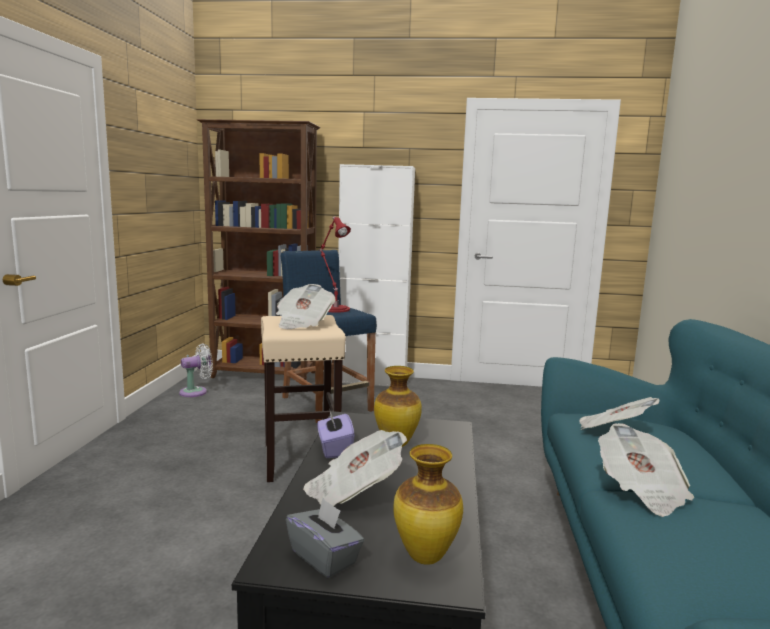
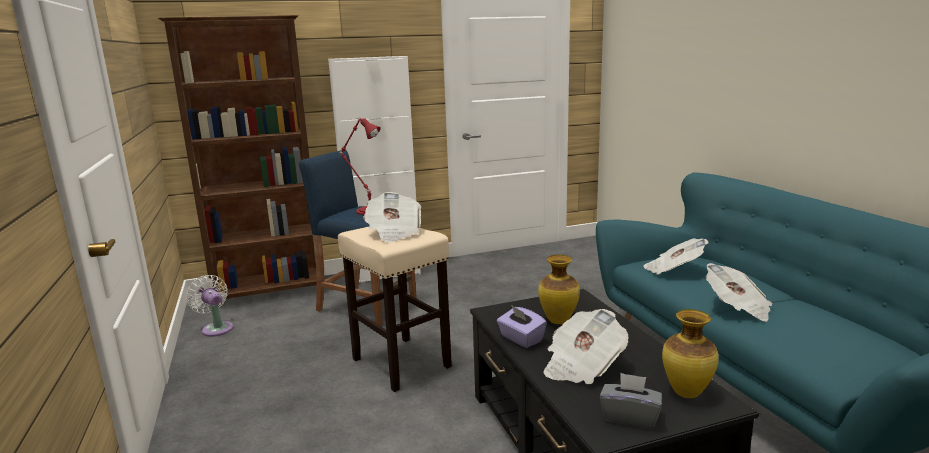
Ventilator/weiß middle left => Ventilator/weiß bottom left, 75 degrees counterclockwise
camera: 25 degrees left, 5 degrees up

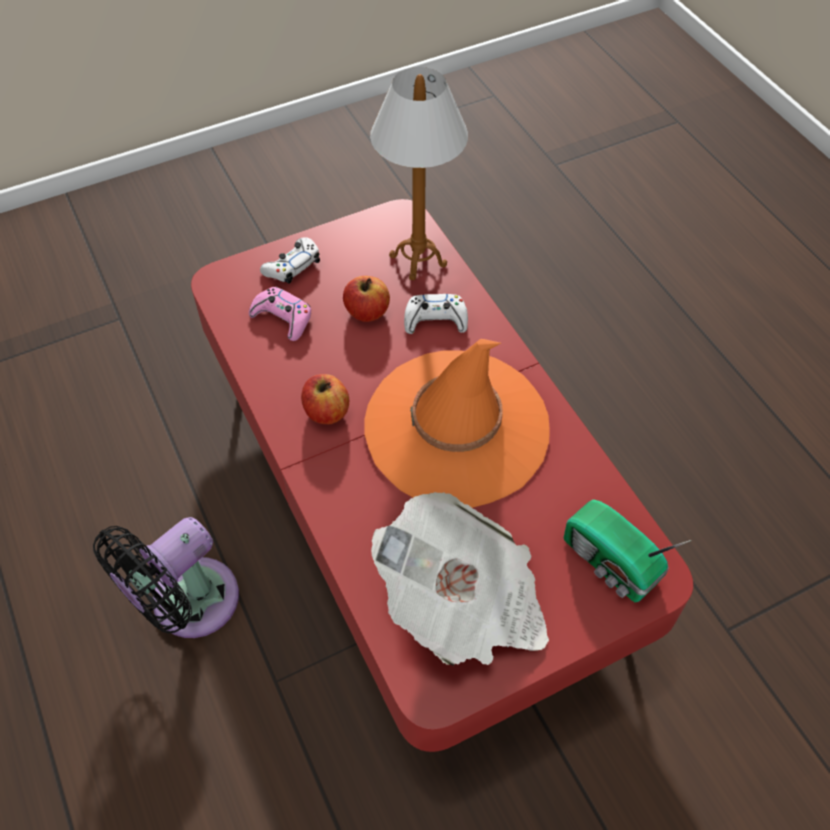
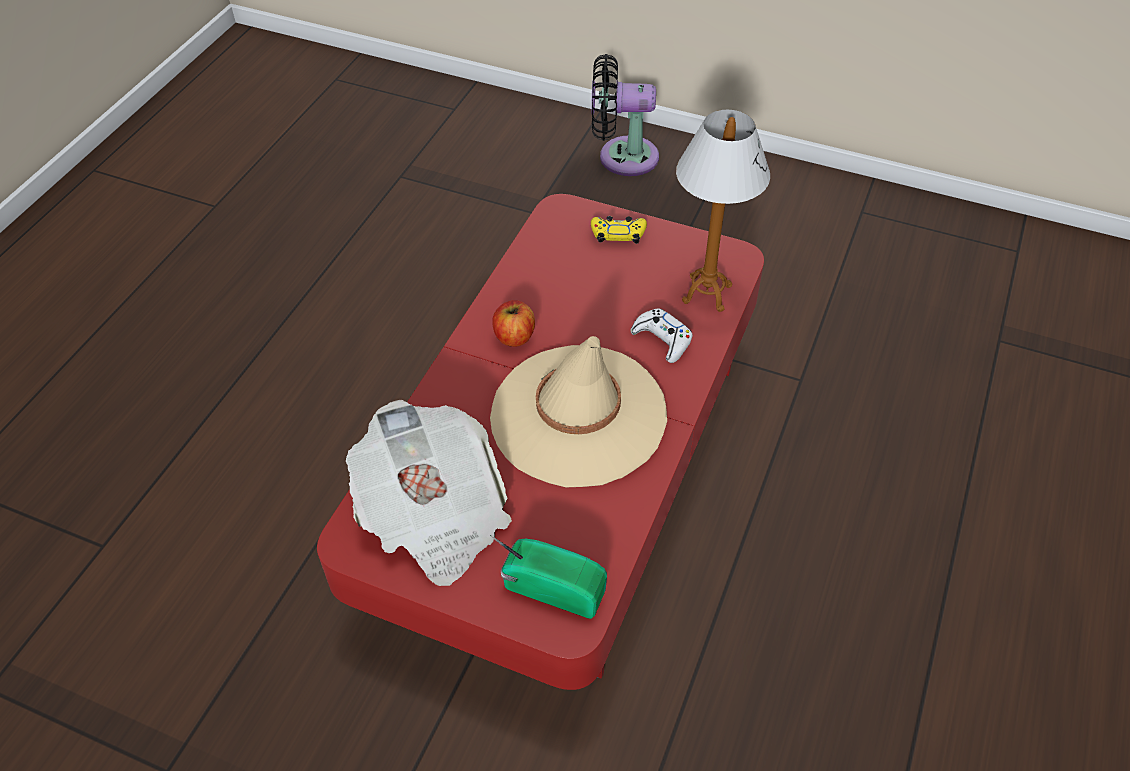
Gamepad/rosa centre => nothing
Apfel (2nd from left) centre => nothing
Ventilator/schwarz bottom left => Ventilator/schwarz top centre, move
Gamepad/weiß (1st from left) top centre => Gamepad/gelb top centre
Hut/orange centre => Hut/beige centre
Radio middle right => Radio bottom centre, 105 degrees clockwise
camera: 50 degrees right, 5 degrees down

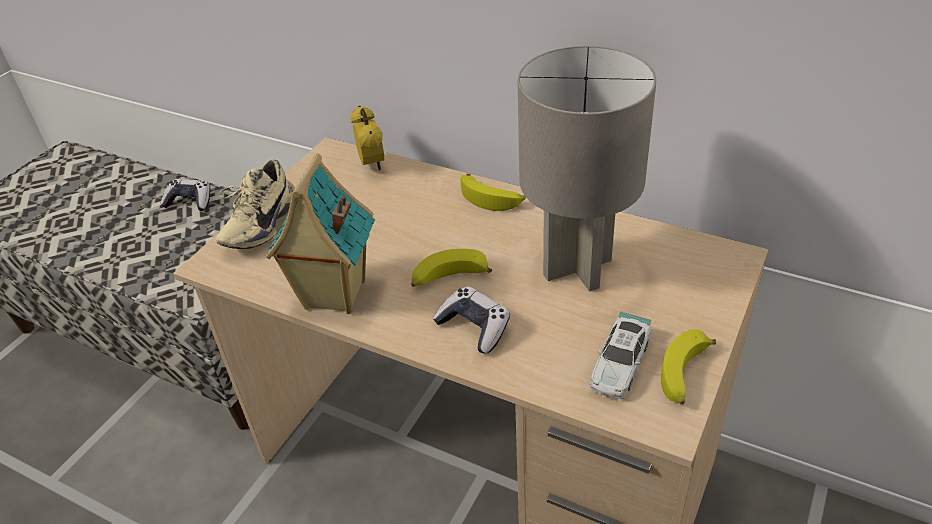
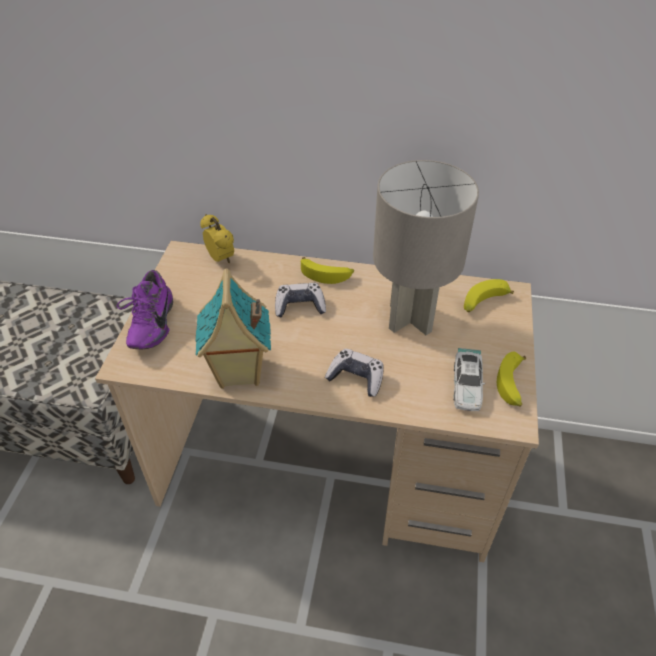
Gamepad (1st from left) middle left => Gamepad (1st from left) centre, move
Banane (1st from left in the first image) centre => Banane (2nd from left) middle right, move
Schuh/beige middle left => Schuh/lila middle left
camera: 20 degrees left, 5 degrees up

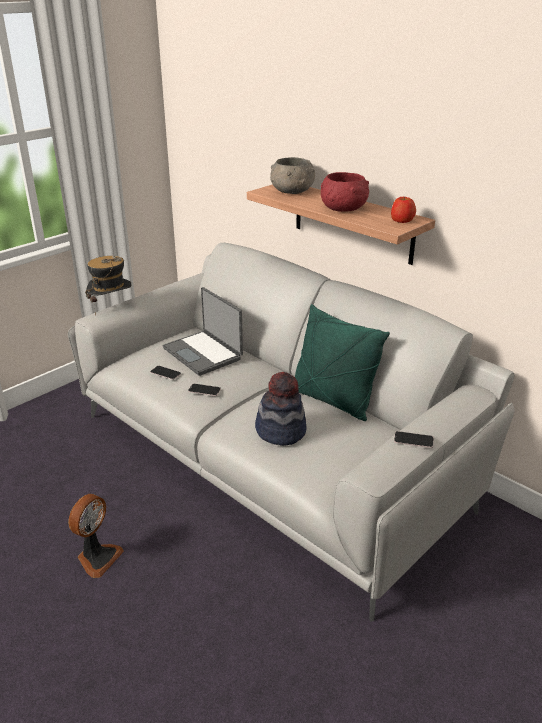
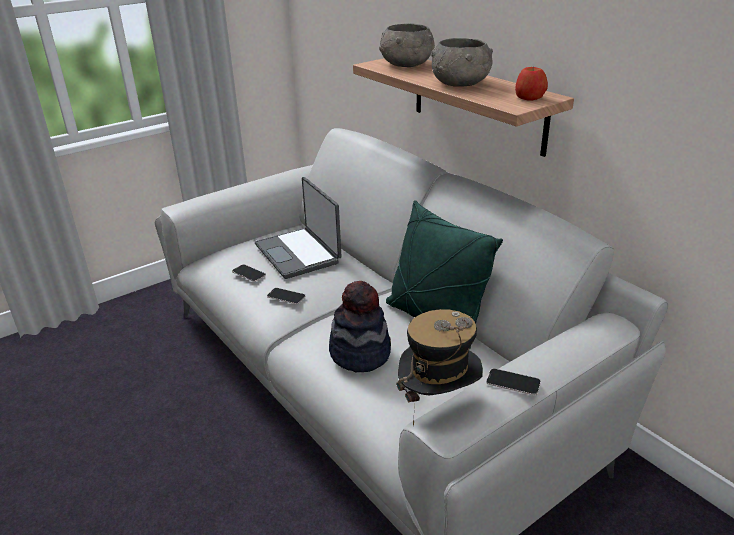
Ventilator bottom left => nothing
Hut (1st from left in the first image) middle left => Hut (2nd from left) bottom centre, move
Schüssel/rot top centre => Schüssel/grau (2nd from left) top centre
camera: 10 degrees right, 0 degrees up

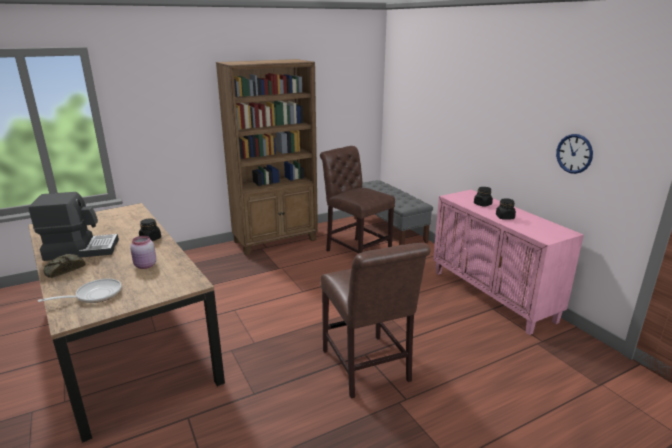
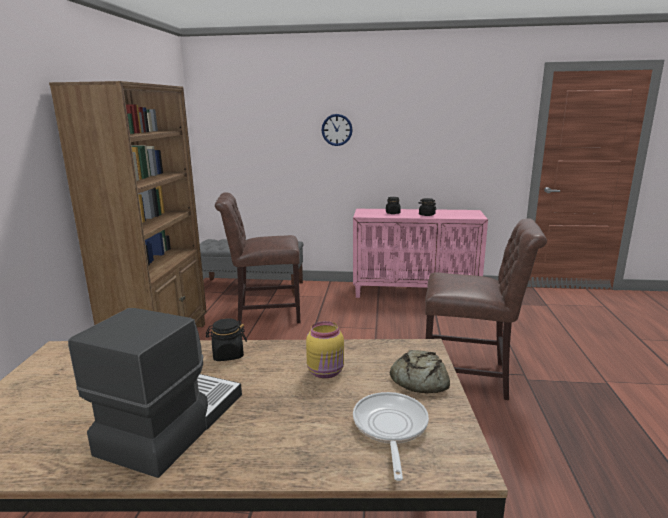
Brot middle left => Brot bottom centre, move
Wanduhr middle right => Wanduhr top centre, move
Vorratsglas/rosa middle left => Vorratsglas/gelb bottom centre
camera: 55 degrees left, 5 degrees down

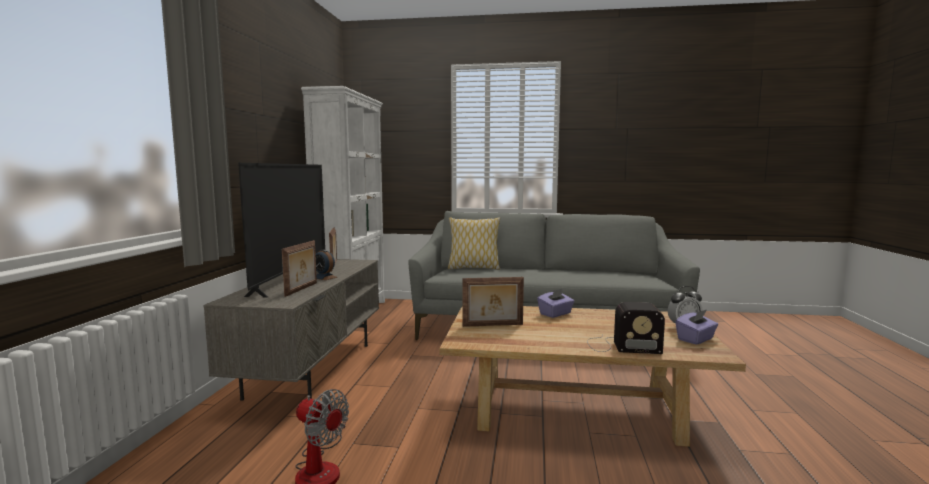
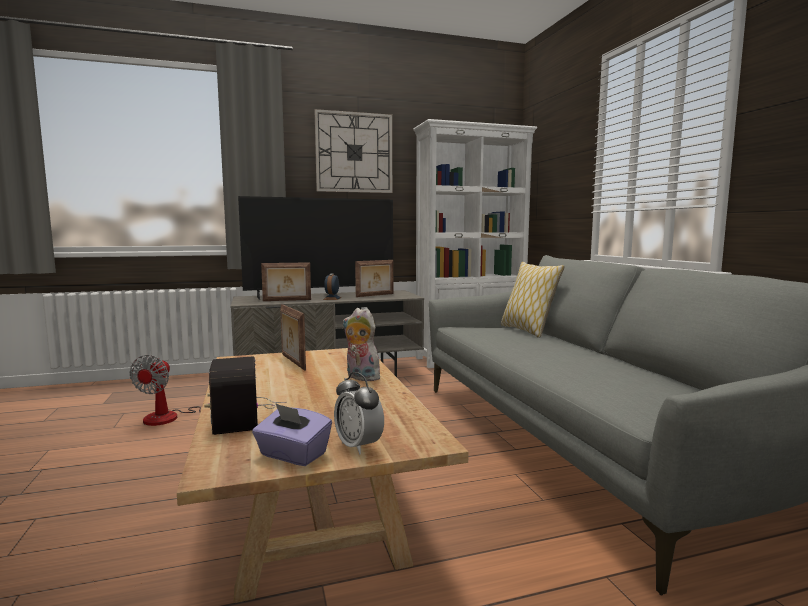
nothing => Wanduhr top centre
Taschentuchbox/lila (1st from left) centre => Plüschtier centre
camera: 65 degrees right, 0 degrees up

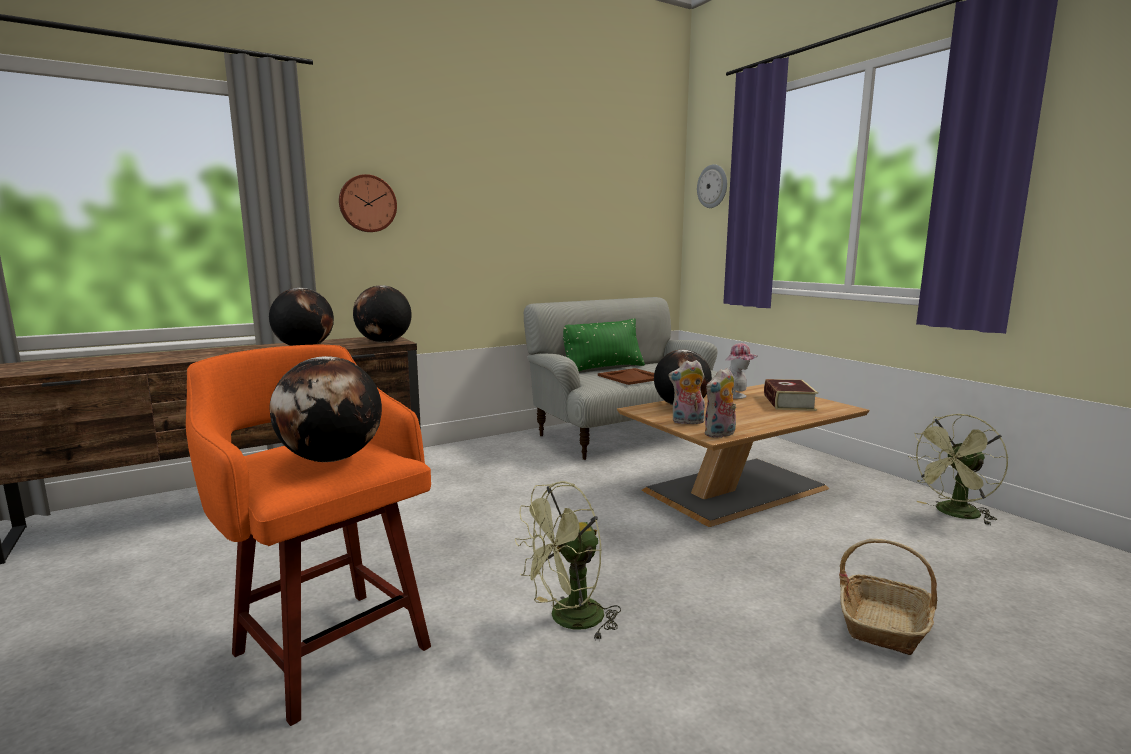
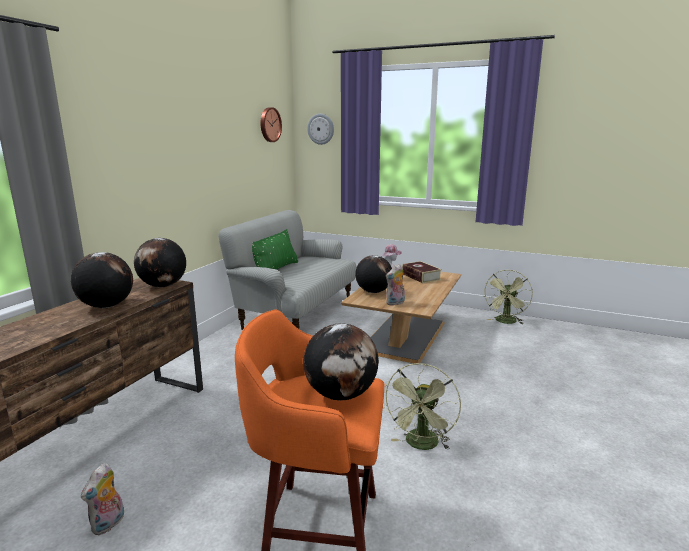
Tablett/braun centre => nothing
Korb bottom right => nothing
Wanduhr (1st from left) top left => Wanduhr (1st from left) top centre, move
Plüschtier (2nd from left in the first image) centre => Plüschtier (1st from left) bottom left, move
camera: 35 degrees left, 5 degrees up

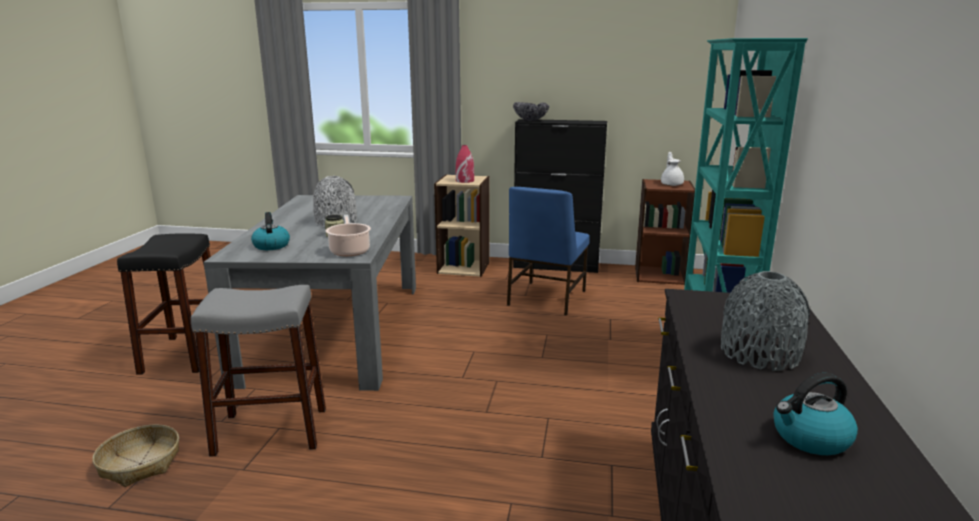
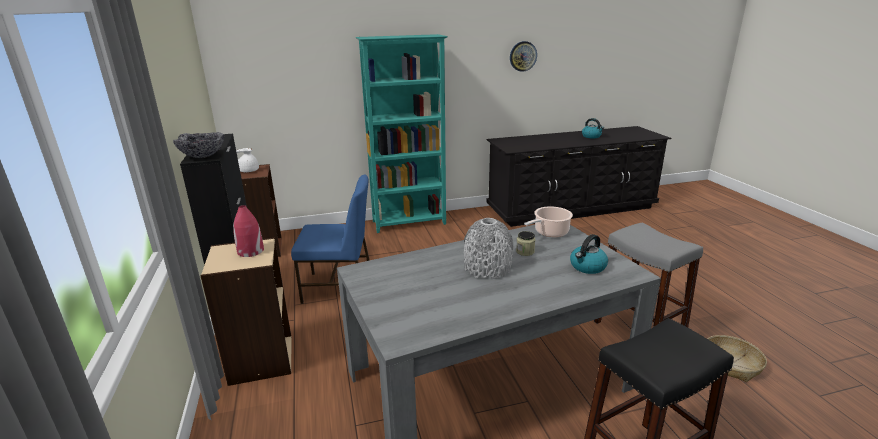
Vase/grau (2nd from left) middle right => nothing
nothing => Wanduhr top centre
camera: 115 degrees left, 5 degrees up

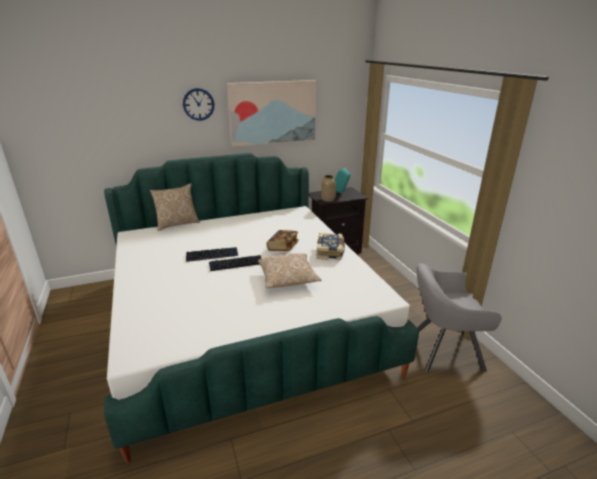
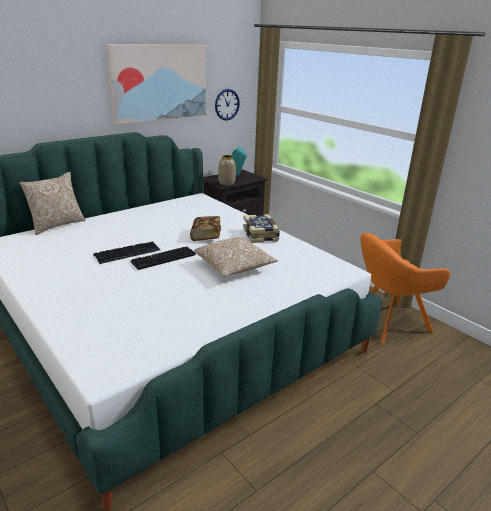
Wanduhr top left => Wanduhr top centre, move
Sessel/grau middle right => Sessel/orange middle right
camera: 20 degrees left, 0 degrees up

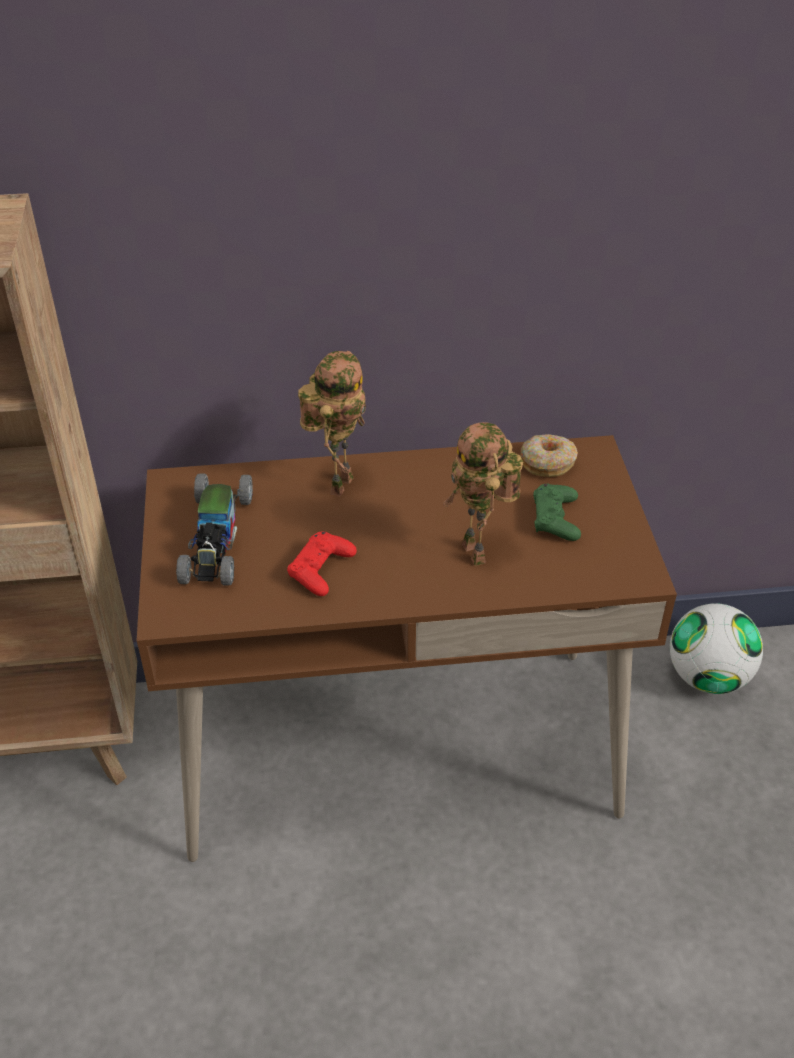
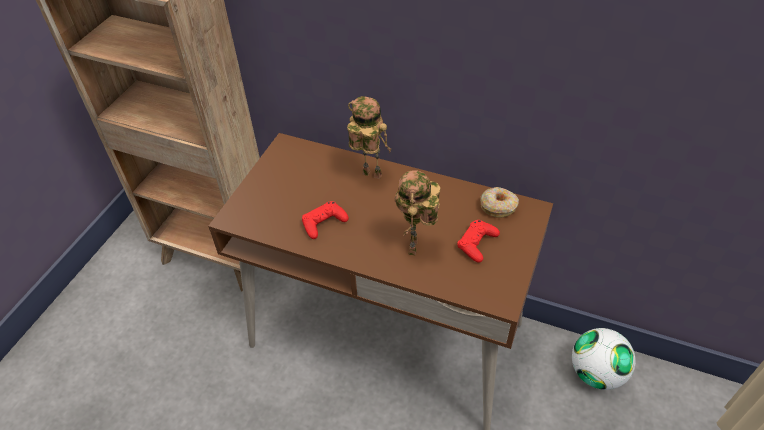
Spielzeugauto middle left => nothing
Gamepad/grün middle right => Gamepad/rot (2nd from left) centre
Spielzeugroboter (1st from left) centre => Spielzeugroboter (1st from left) top centre, 120 degrees counterclockwise
camera: 30 degrees right, 5 degrees up

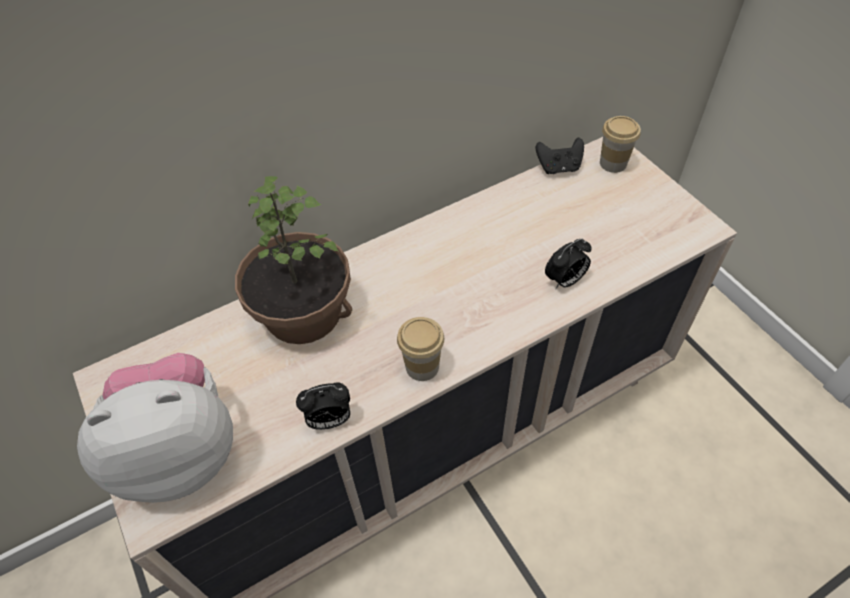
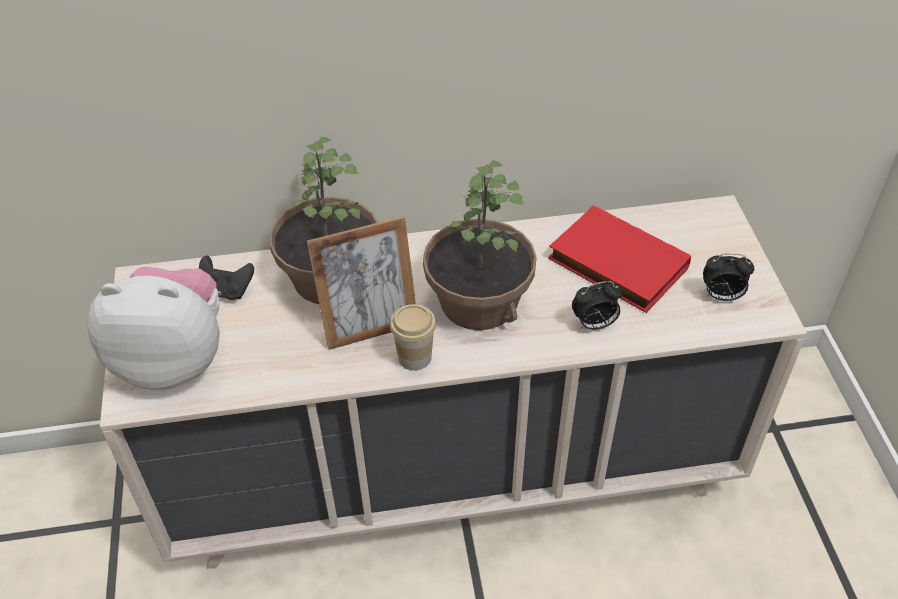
Tasse (2nd from left) top right => nothing
nothing => Bilderrahmen centre
nothing => Topfpflanze (2nd from left) centre
nothing => Buch/rot middle right
Wecker (1st from left in the first image) bottom centre => Wecker (2nd from left) middle right, move
Gamepad/schwarz top centre => Gamepad/schwarz middle left, move
camera: 20 degrees right, 5 degrees down

